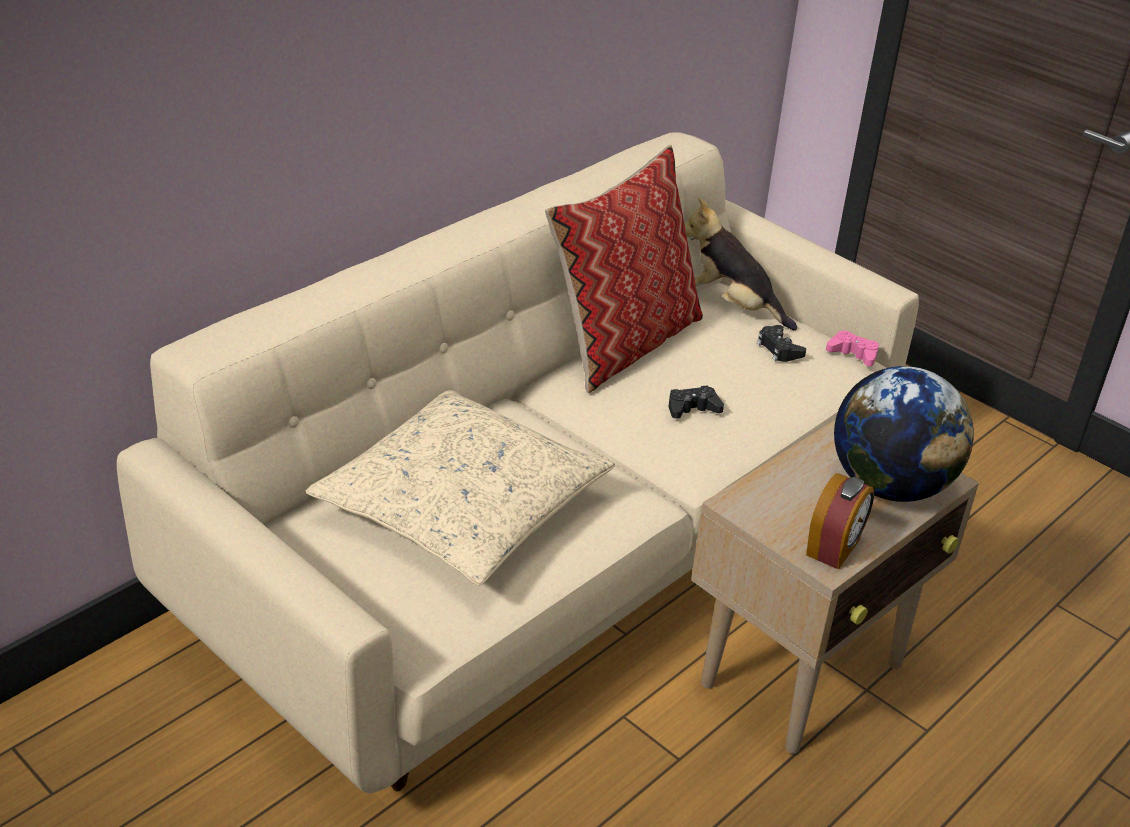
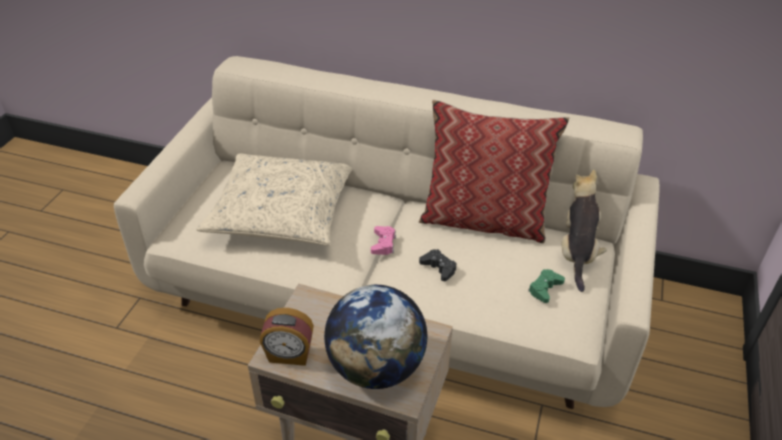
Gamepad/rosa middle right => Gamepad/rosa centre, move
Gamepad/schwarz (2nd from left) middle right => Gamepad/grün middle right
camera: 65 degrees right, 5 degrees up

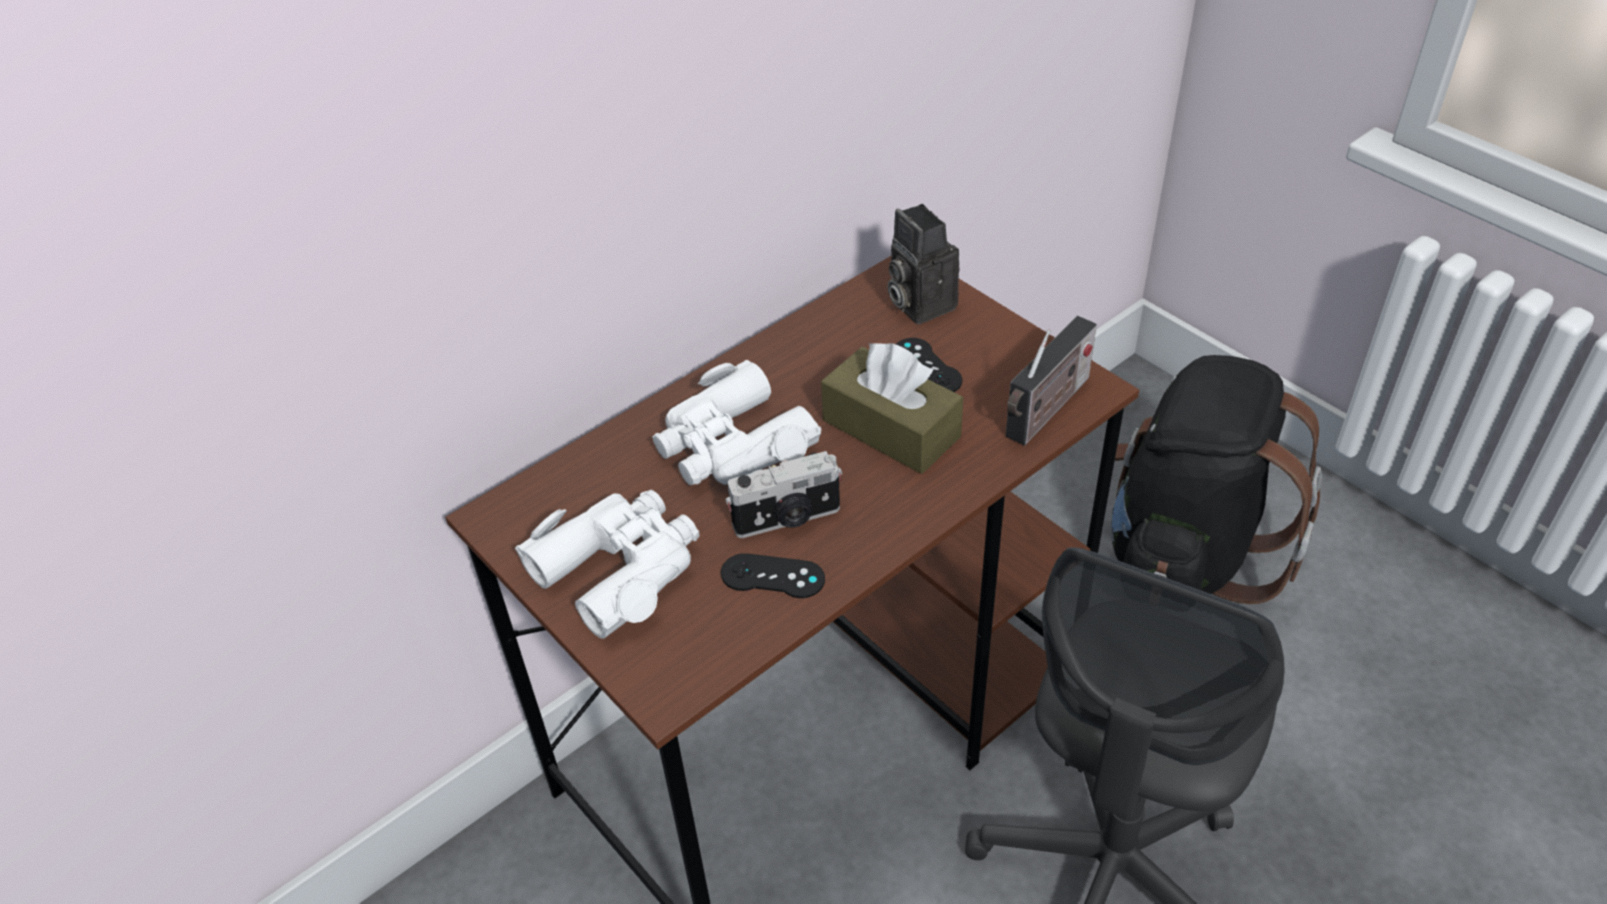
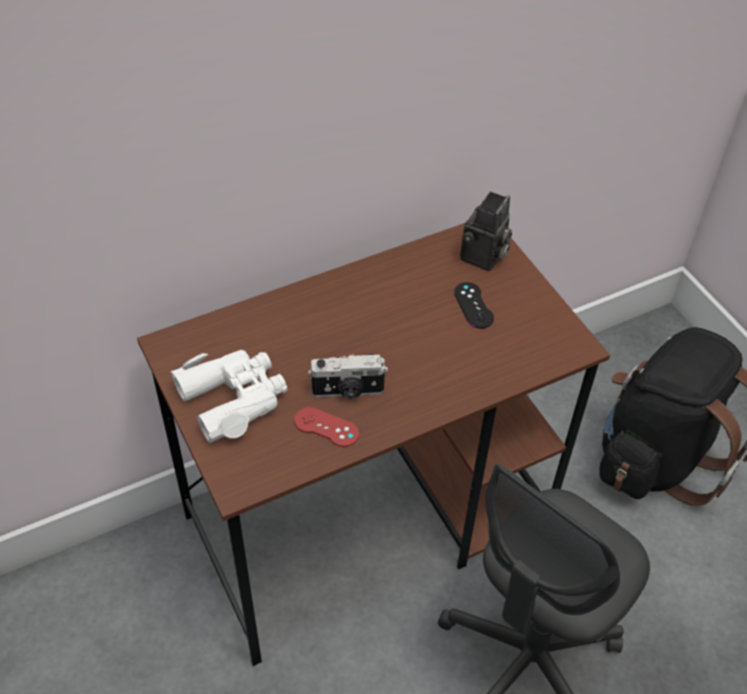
Fernglas/weiß (2nd from left) centre => nothing
Taschentuchbox/braun centre => nothing
Radio centre => nothing
Gamepad/schwarz (1st from left) centre => Gamepad/rot centre
Kamera (2nd from left) top centre, 135 degrees counterclockwise
camera: 10 degrees right, 5 degrees up

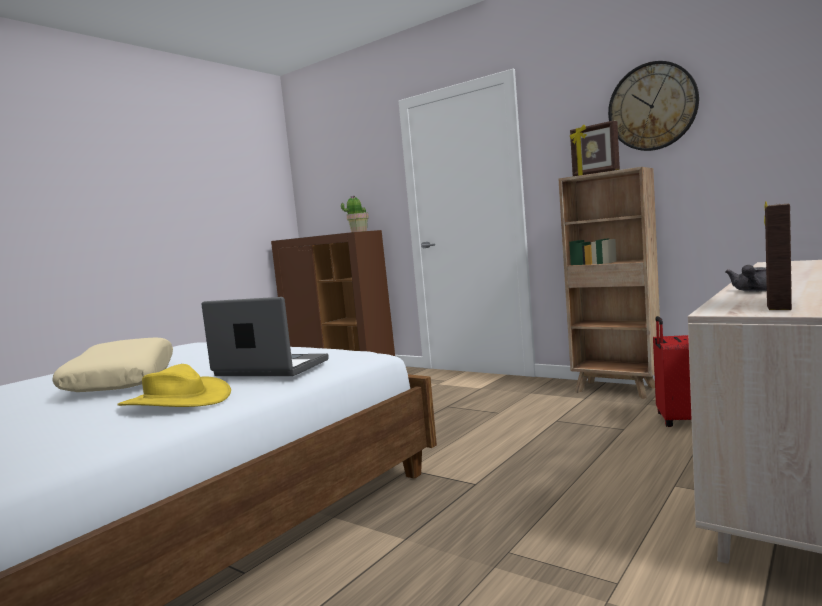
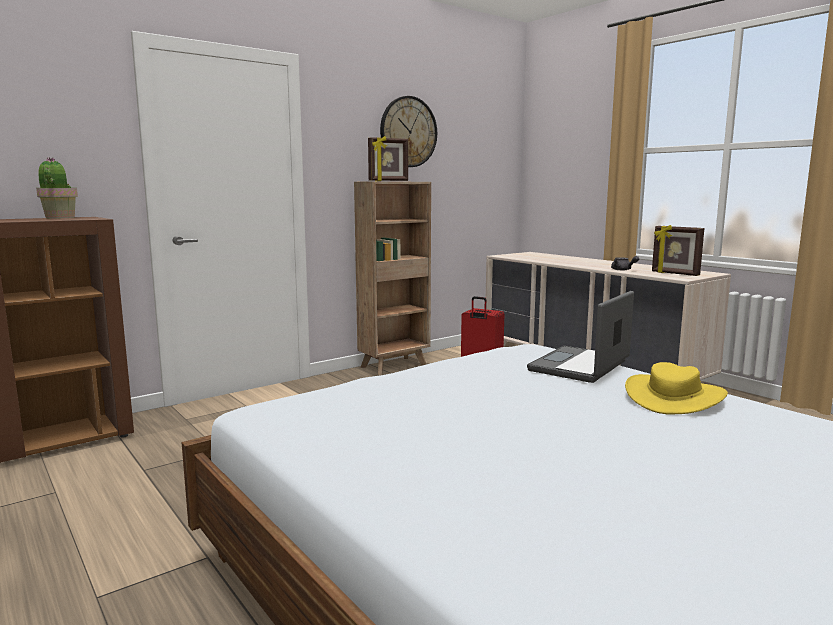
Kissen/beige middle left => nothing
camera: 75 degrees left, 5 degrees up

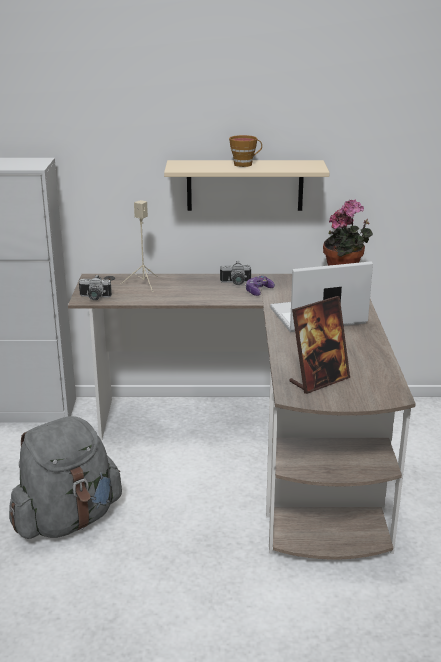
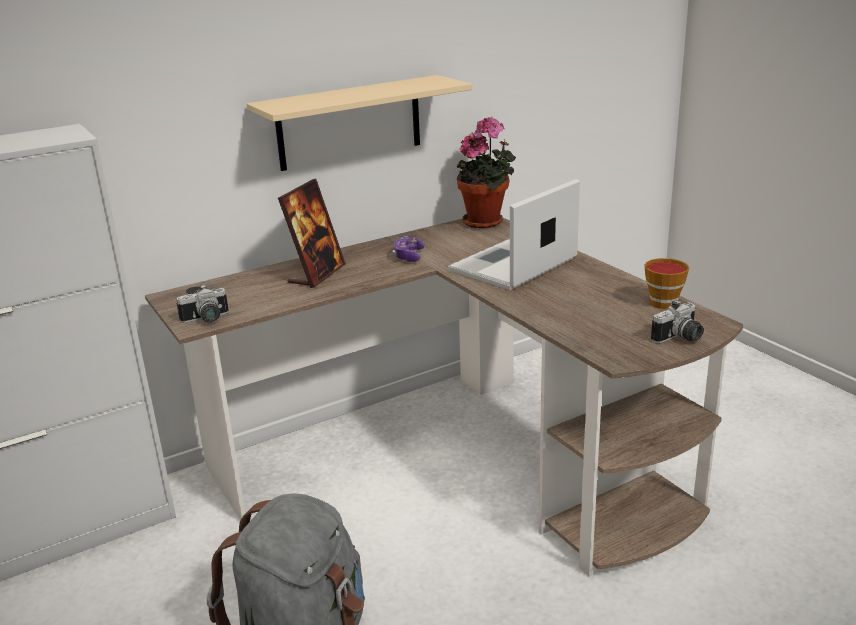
Lautsprecher/beige middle left => nothing
Kamera (2nd from left) centre => Kamera (2nd from left) middle right, move
Tasse top centre => Tasse middle right, move
Bilderrahmen middle right => Bilderrahmen centre, move
camera: 30 degrees left, 0 degrees up

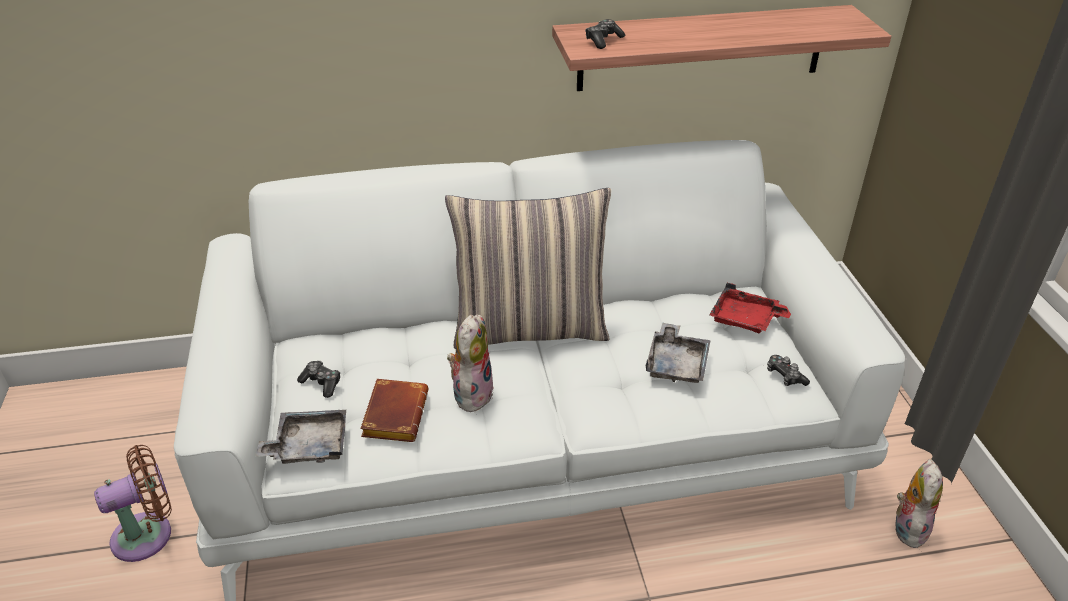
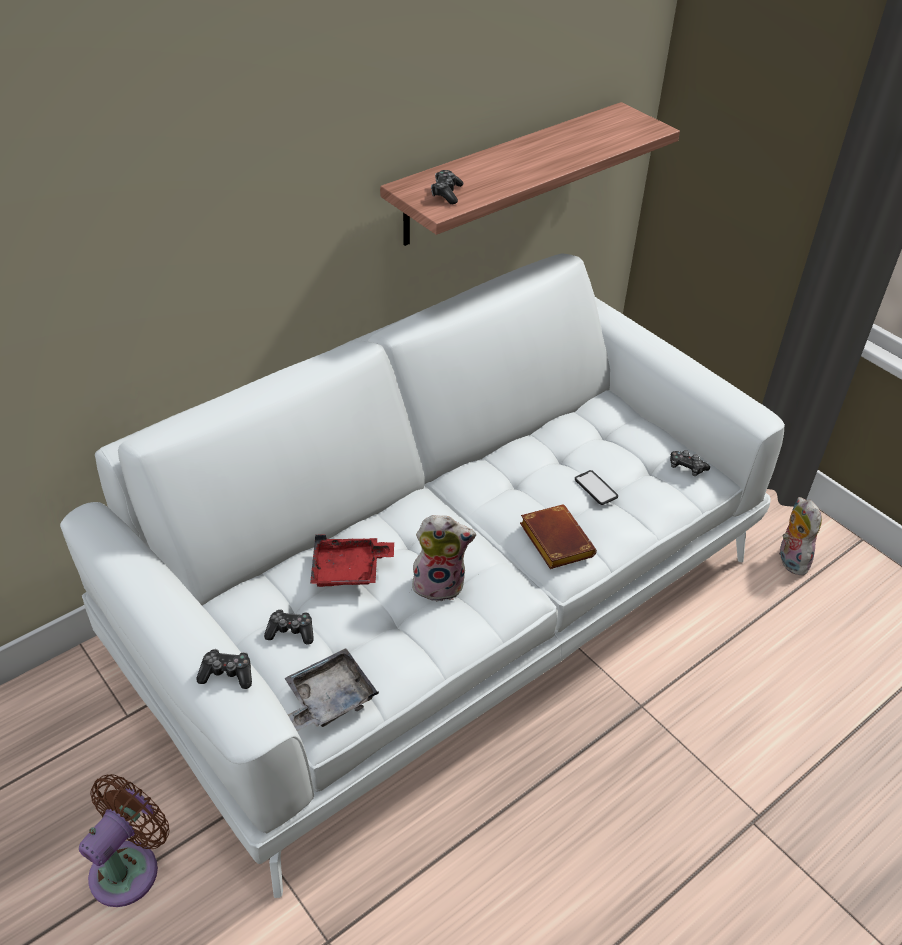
Kissen centre => nothing
nothing => Gamepad (1st from left) bottom left
Buch/braun bottom centre => Buch/braun centre, move
Tablett/rot middle right => Tablett/rot centre, move
Tablett/grau (2nd from left) centre => Handy centre
Plüschtier (1st from left) centre, 105 degrees clockwise
camera: 30 degrees left, 5 degrees up

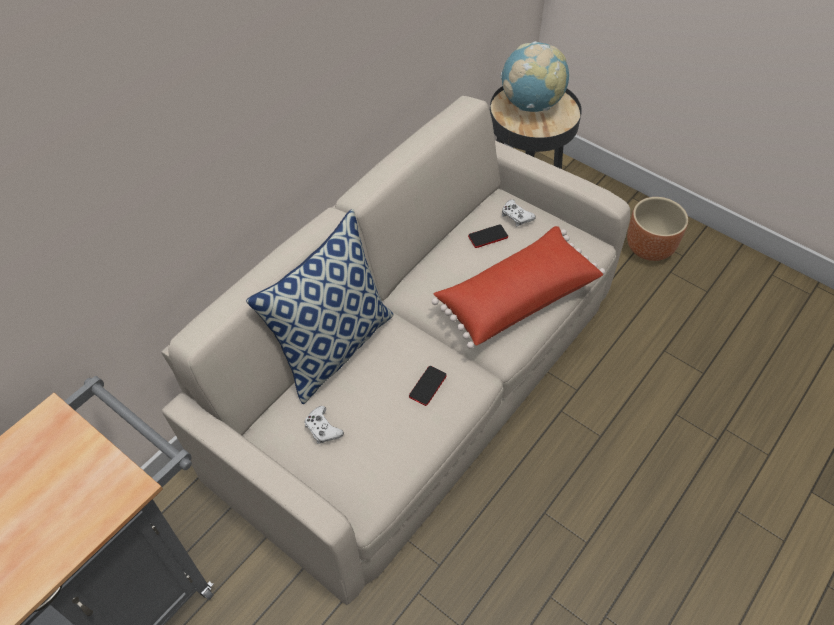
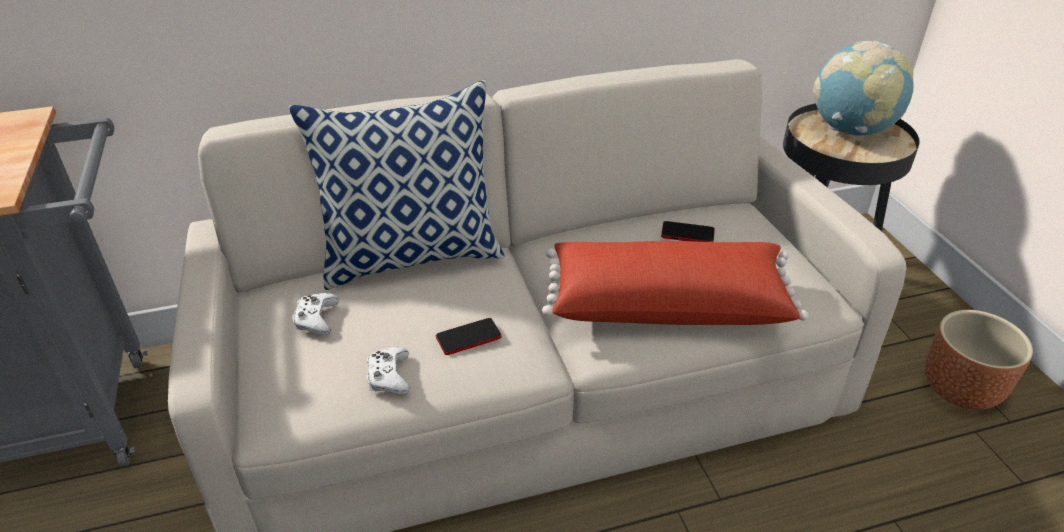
Gamepad/weiß (2nd from left) centre => Gamepad/weiß (2nd from left) bottom centre, move
camera: 35 degrees right, 15 degrees down

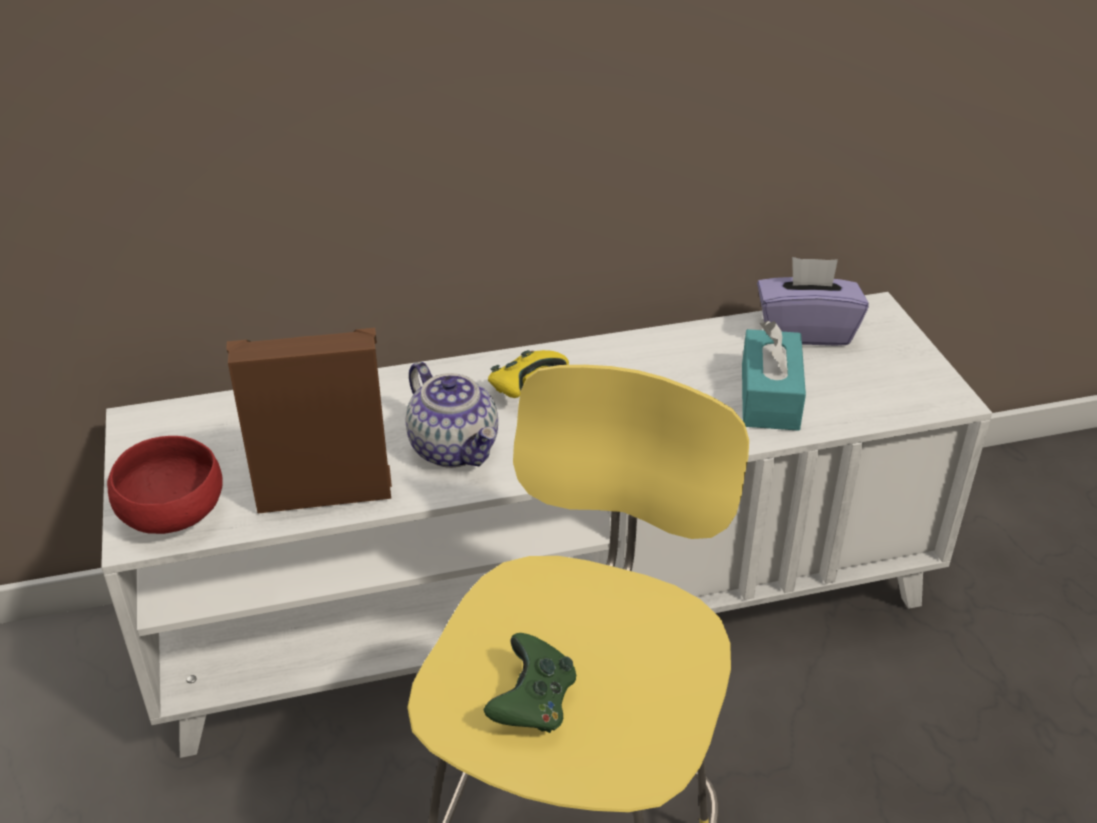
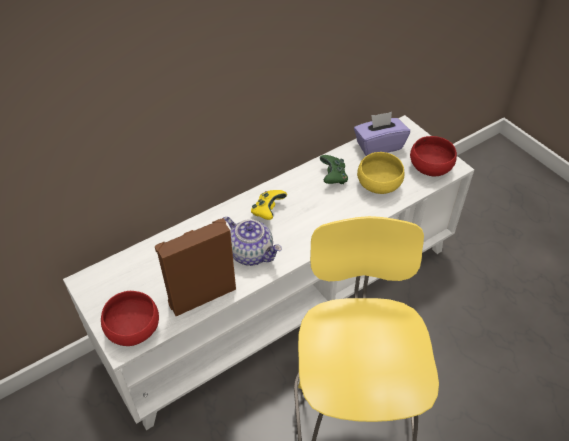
nothing => Schüssel/rot (2nd from left) middle right
Gamepad/grün bottom centre => Gamepad/grün centre, move
Taschentuchbox/türkis middle right => Schüssel/gelb middle right
camera: 20 degrees left, 10 degrees up

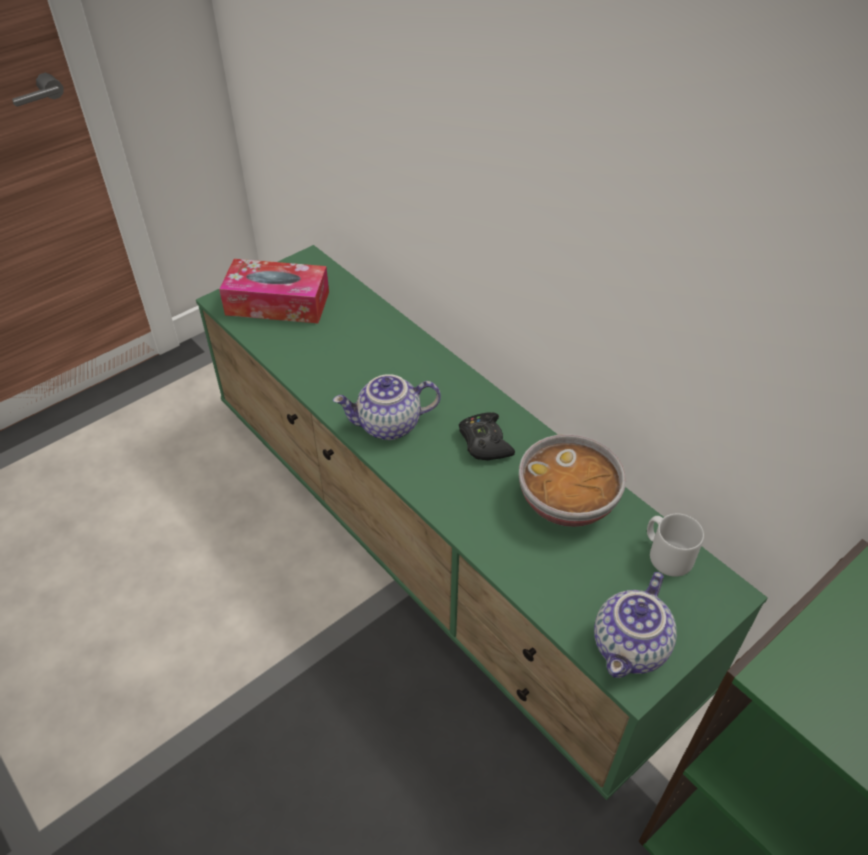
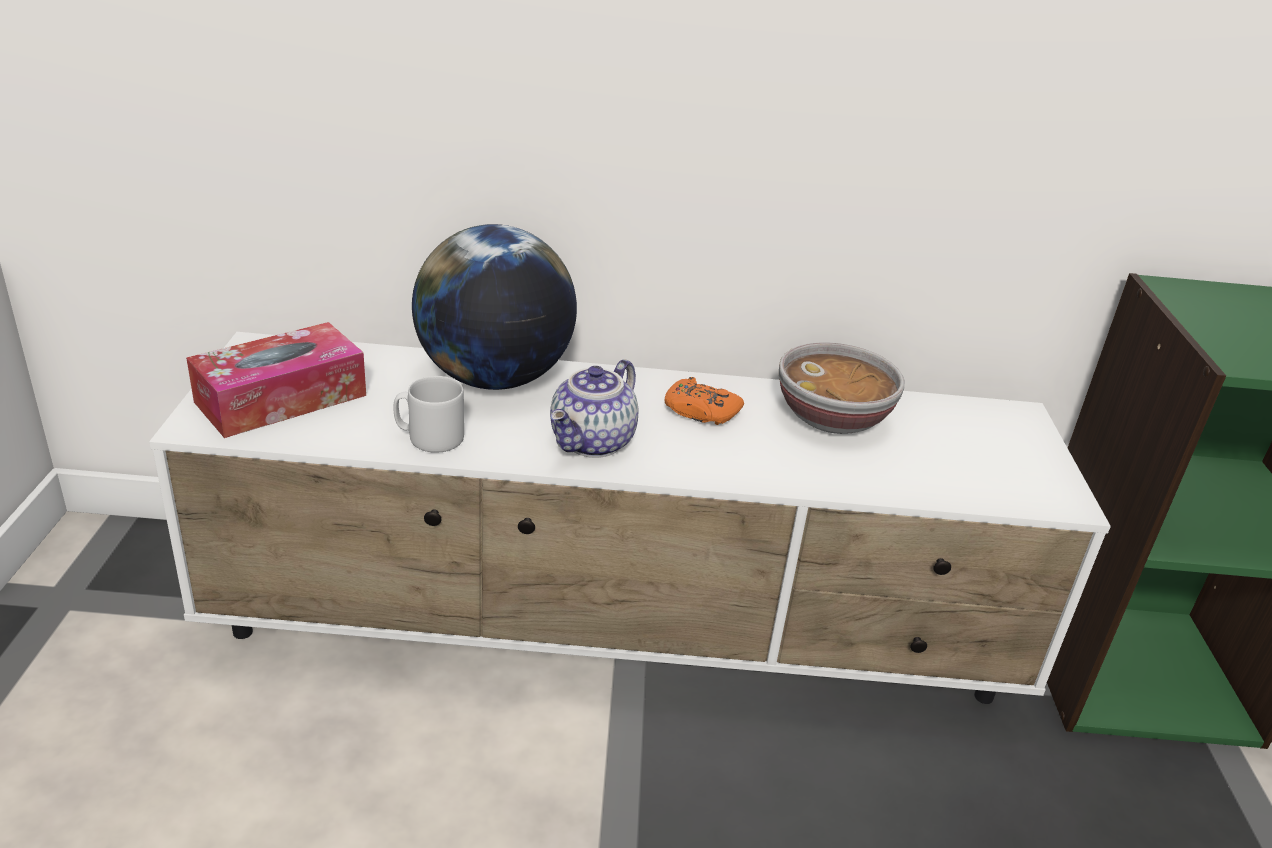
Teekanne (2nd from left) bottom right => nothing
nothing => Globus centre
Henkelbecher/grau middle right => Henkelbecher/grau centre, move
Fernsehschrank/grün centre => Fernsehschrank/weiß centre
Gamepad/schwarz centre => Gamepad/orange centre
camera: 50 degrees left, 15 degrees down

